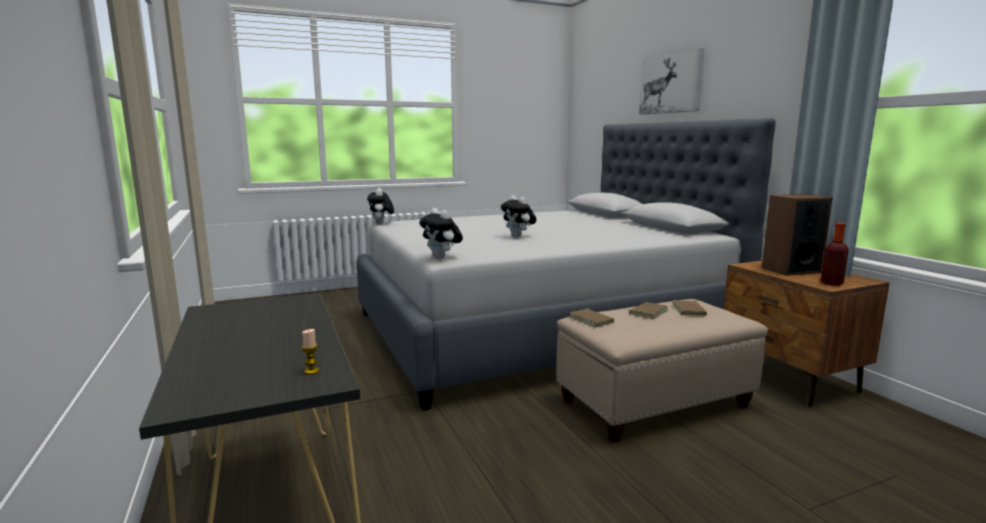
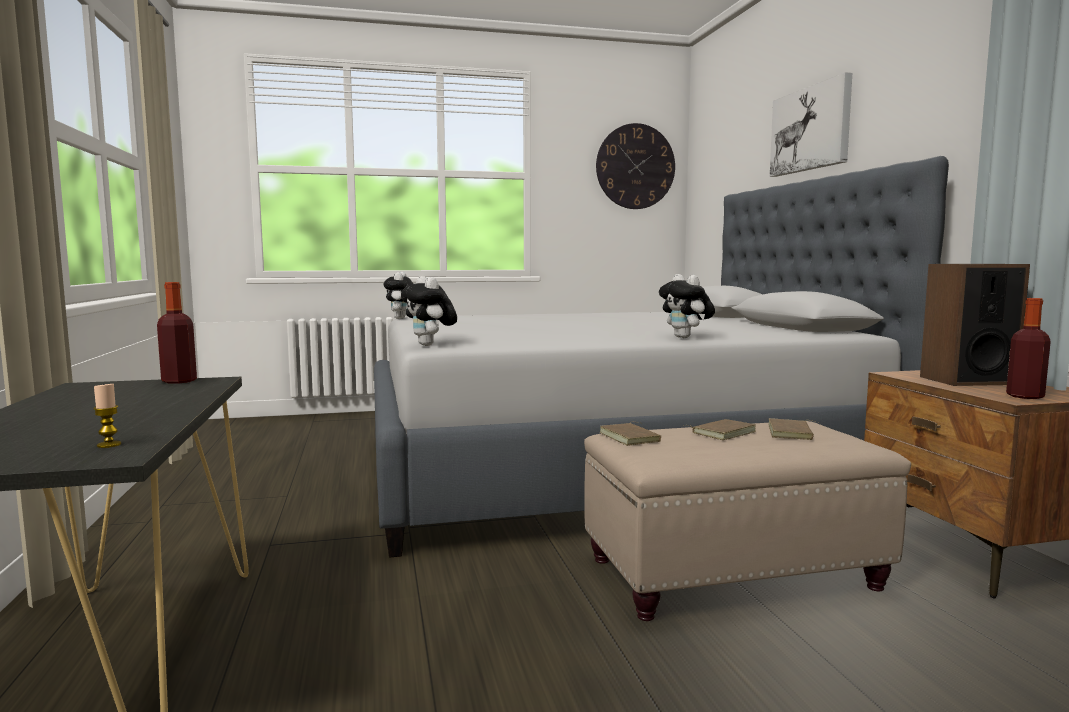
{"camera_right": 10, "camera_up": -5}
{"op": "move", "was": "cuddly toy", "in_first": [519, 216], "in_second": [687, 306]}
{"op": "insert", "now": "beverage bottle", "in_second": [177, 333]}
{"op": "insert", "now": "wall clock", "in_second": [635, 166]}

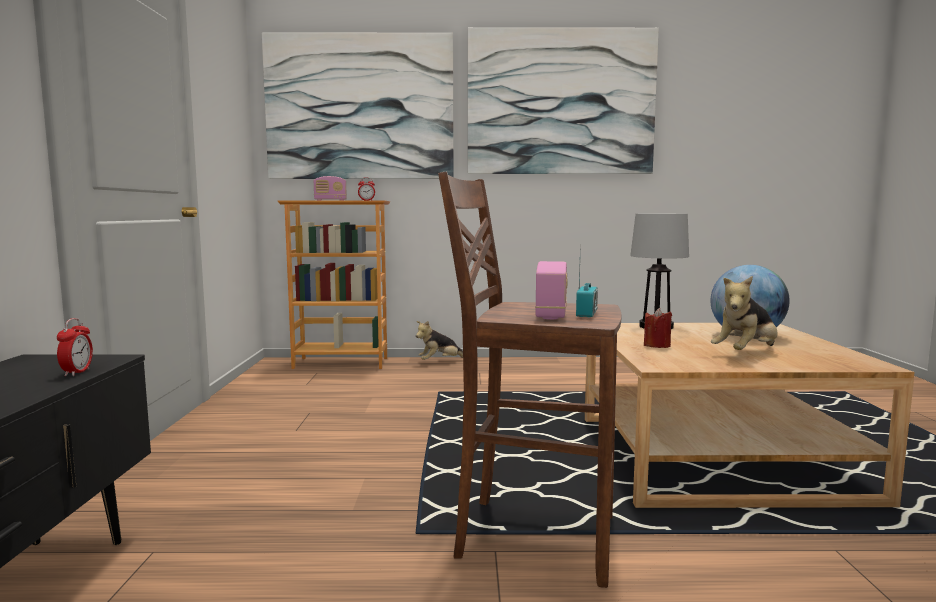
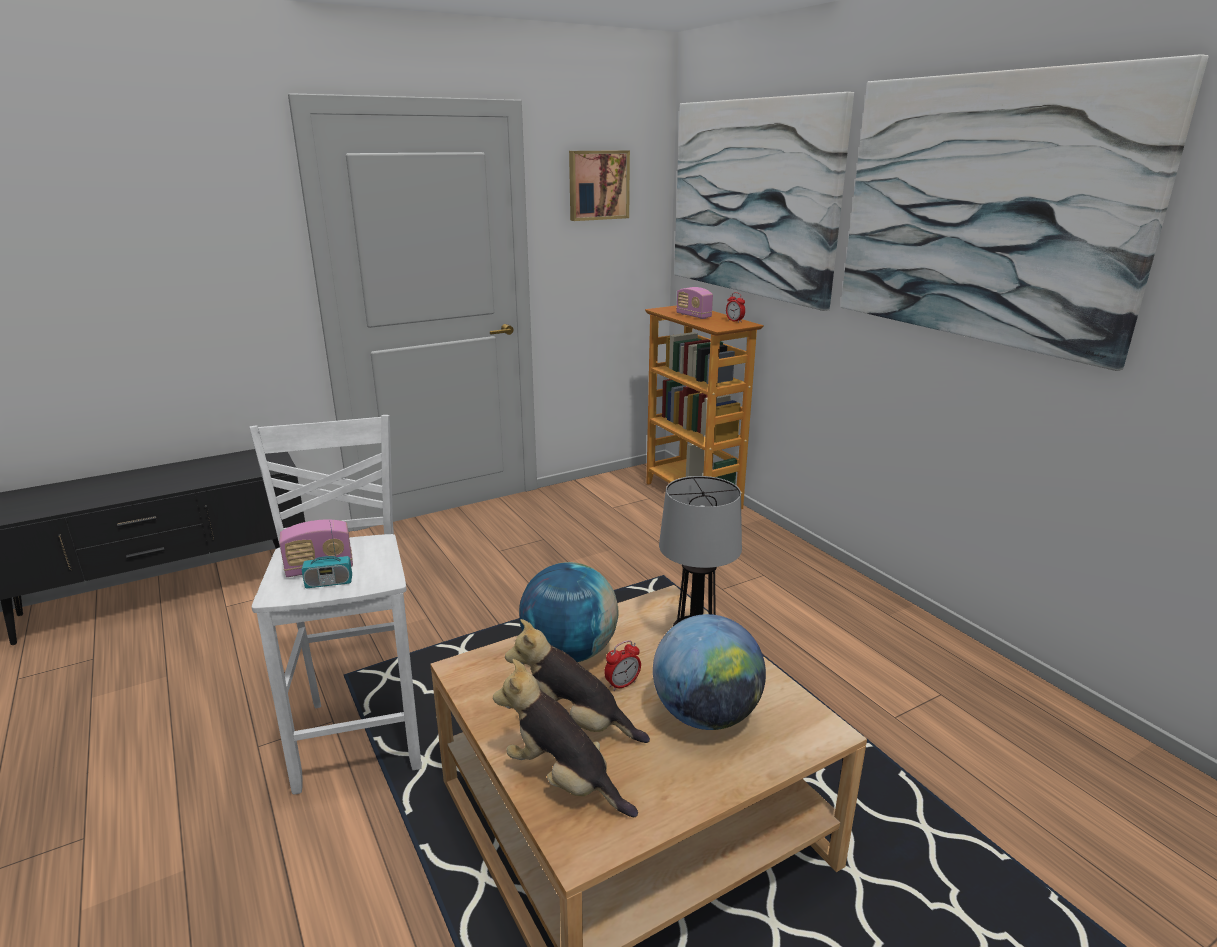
{"camera_right": 60, "camera_up": 15}
{"op": "move", "was": "bedside clock", "in_first": [75, 347], "in_second": [622, 665]}
{"op": "move", "was": "cuddly toy", "in_first": [439, 340], "in_second": [565, 738]}
{"op": "recolor", "was": "brownish sitting stool", "now": "white-coloured sitting stool", "in_first": [529, 379], "in_second": [335, 604]}
{"op": "replace", "was": "red candle", "now": "desk globe", "in_first": [658, 328], "in_second": [569, 612]}
{"op": "insert", "now": "wall picture", "in_second": [599, 185]}

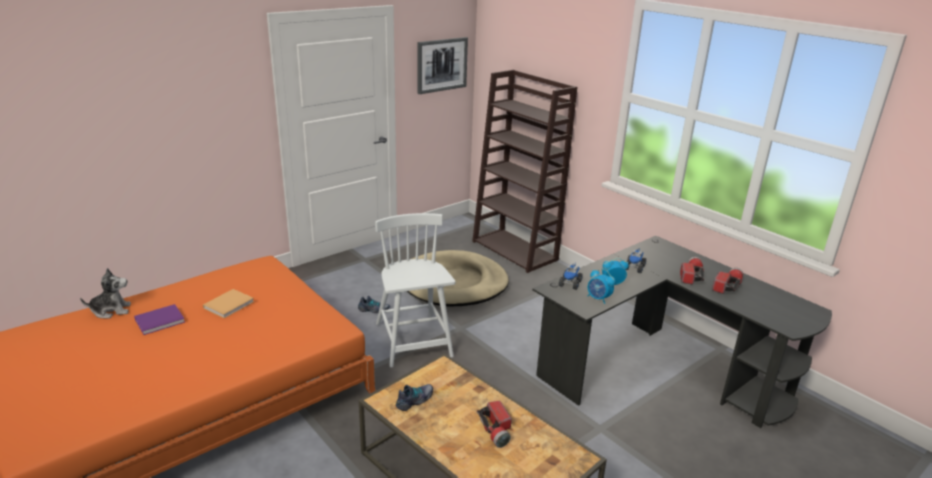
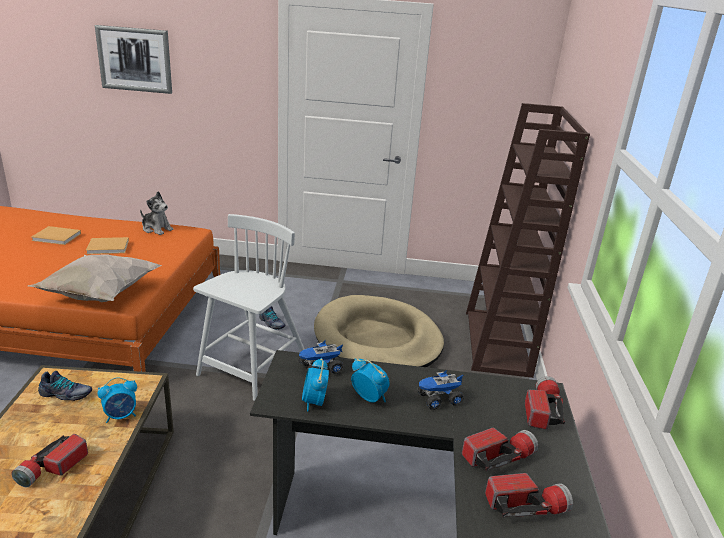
{"camera_right": 45, "camera_up": 0}
{"op": "move", "was": "cuddly toy", "in_first": [105, 293], "in_second": [156, 213]}
{"op": "recolor", "was": "purple-coloured book", "now": "sand-coloured book", "in_first": [159, 319], "in_second": [56, 235]}
{"op": "move", "was": "wall picture", "in_first": [443, 65], "in_second": [133, 59]}
{"op": "insert", "now": "white-coloured cushion", "in_second": [95, 278]}
{"op": "insert", "now": "bedside clock", "in_second": [117, 400]}
{"op": "insert", "now": "torch", "in_second": [545, 403]}

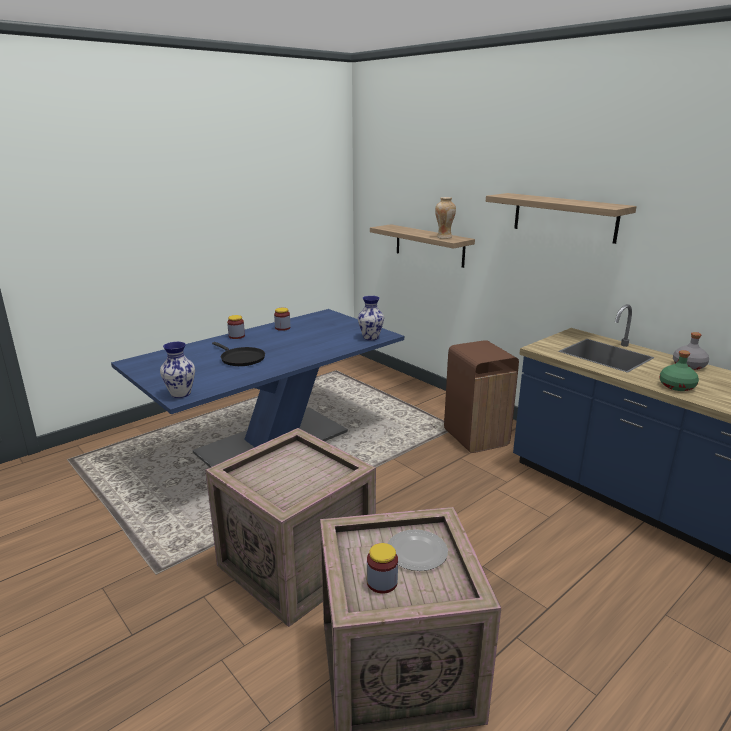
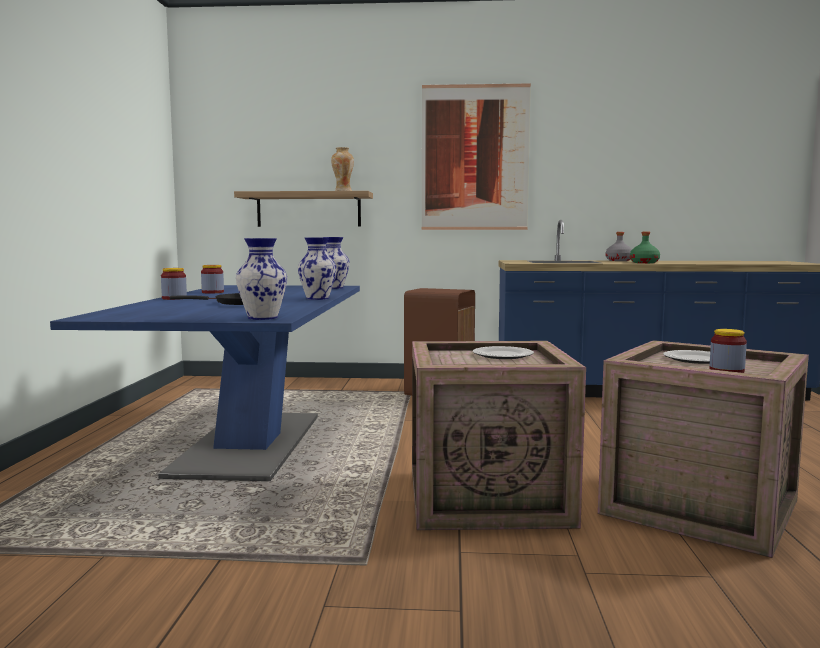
{"camera_right": -45, "camera_up": -15}
{"op": "replace", "was": "bracket shelf", "now": "wall picture", "in_first": [561, 218], "in_second": [476, 156]}
{"op": "insert", "now": "vase", "in_second": [317, 268]}
{"op": "insert", "now": "flat dish", "in_second": [503, 352]}

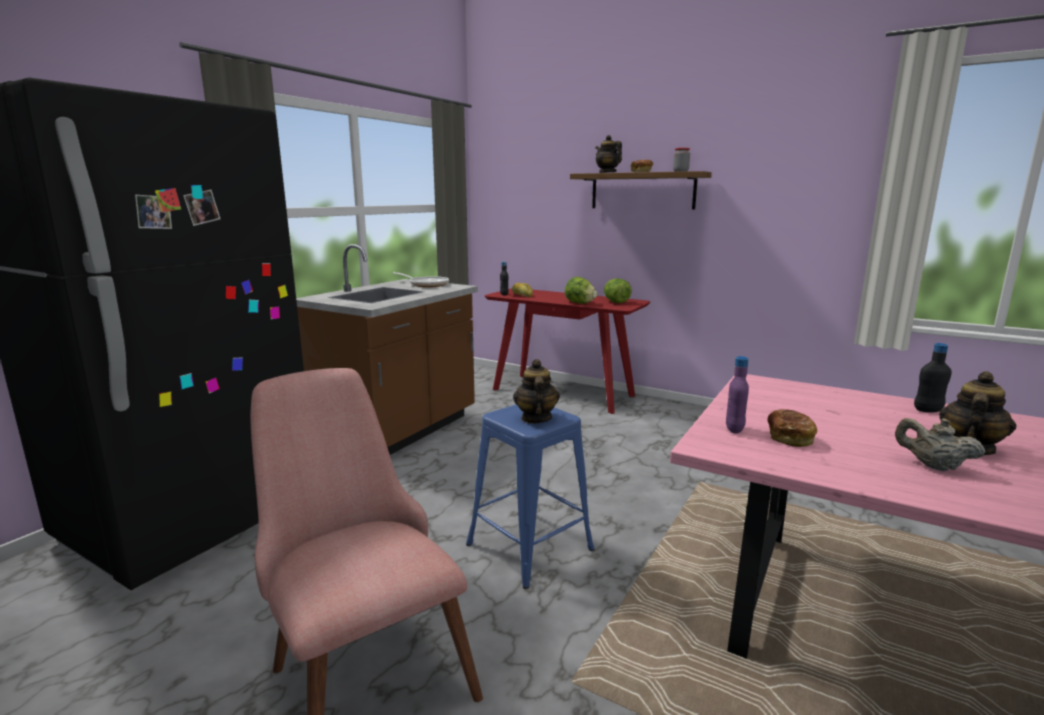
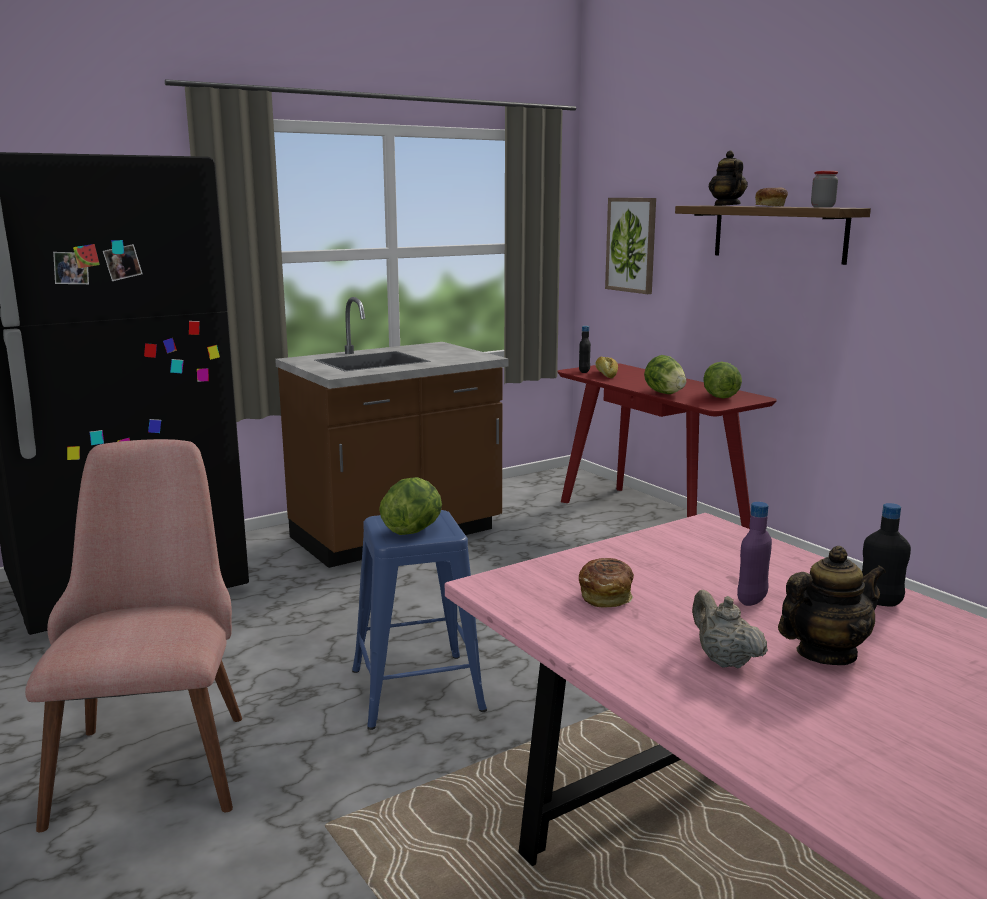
{"camera_right": 25, "camera_up": 0}
{"op": "delete", "was": "skillet", "in_first": [421, 279]}
{"op": "replace", "was": "tea pot", "now": "lettuce", "in_first": [536, 391], "in_second": [410, 506]}
{"op": "move", "was": "purple-coloured beverage bottle", "in_first": [737, 395], "in_second": [754, 554]}
{"op": "insert", "now": "wall picture", "in_second": [630, 246]}

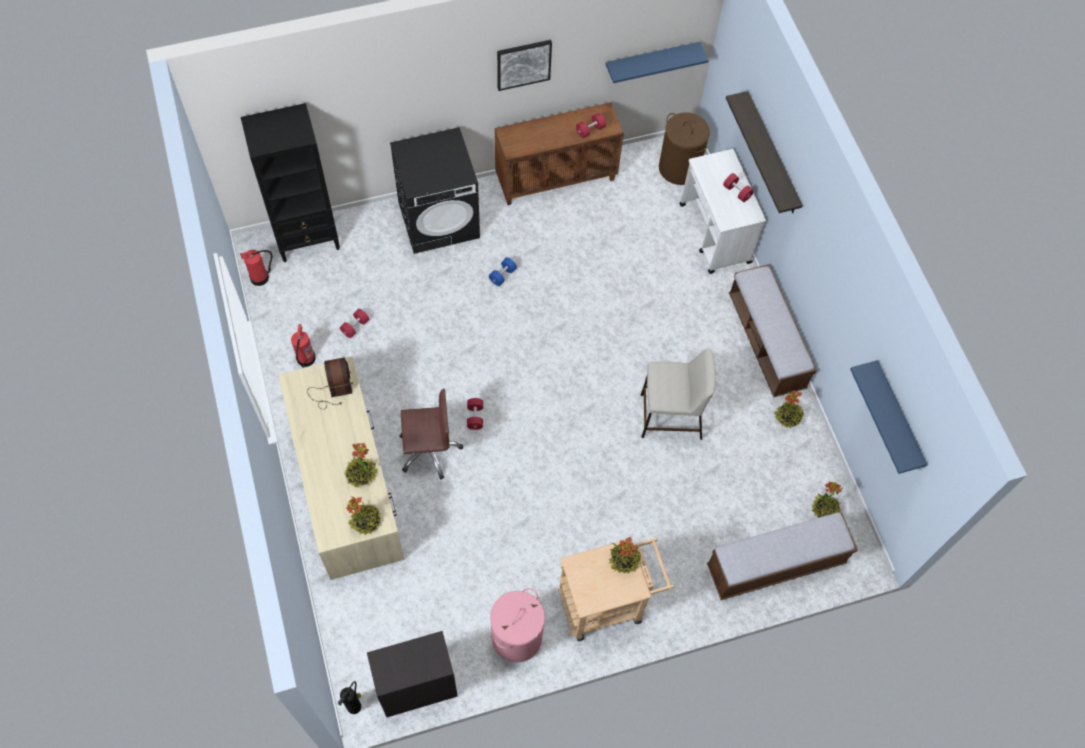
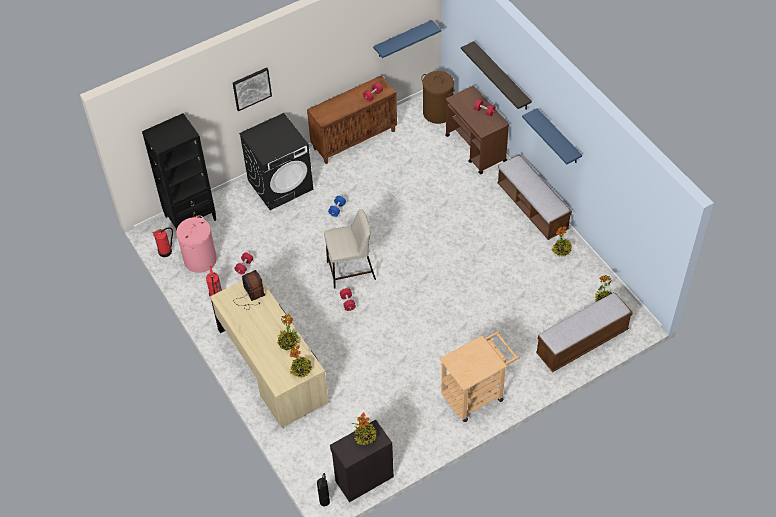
{"camera_right": -10, "camera_up": -10}
{"op": "delete", "was": "brownish computer chair", "in_first": [431, 434]}
{"op": "move", "was": "pink-coloured washing basket", "in_first": [517, 625], "in_second": [196, 244]}
{"op": "move", "was": "wall picture", "in_first": [524, 65], "in_second": [252, 89]}
{"op": "move", "was": "plant in a pot", "in_first": [624, 555], "in_second": [364, 429]}
{"op": "move", "was": "sand-coloured sitting stool", "in_first": [678, 394], "in_second": [350, 248]}
{"op": "recolor", "was": "white-coloured cart", "now": "brownish cart", "in_first": [722, 211], "in_second": [477, 130]}
{"op": "move", "was": "blue bracket shelf", "in_first": [889, 417], "in_second": [552, 136]}

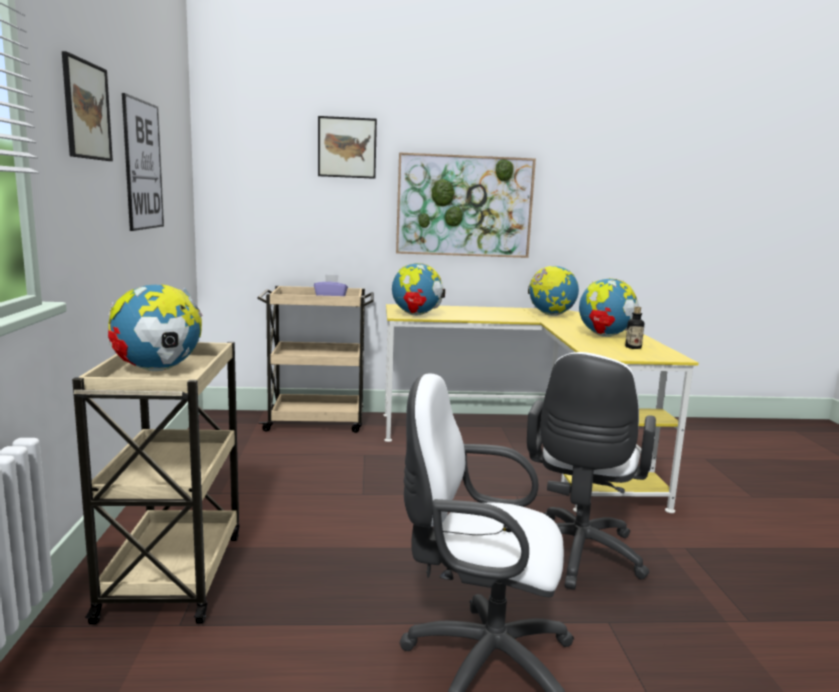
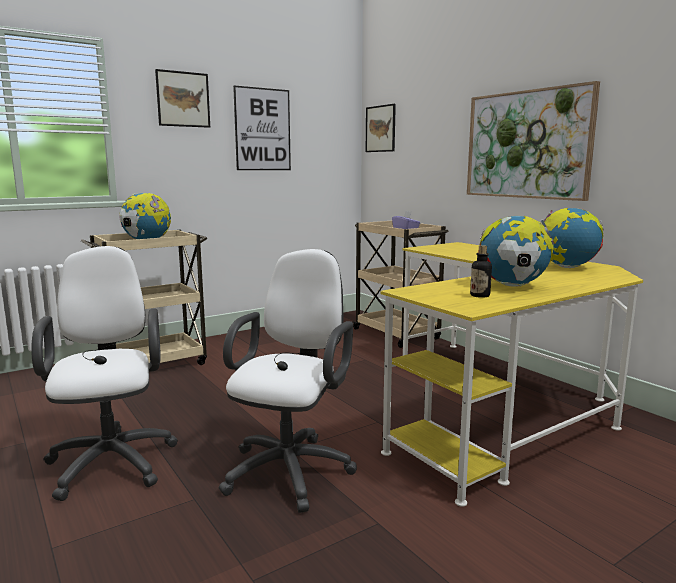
{"camera_right": 60, "camera_up": 0}
{"op": "move", "was": "wall picture", "in_first": [347, 147], "in_second": [381, 128]}
{"op": "delete", "was": "desk globe", "in_first": [418, 289]}
{"op": "rotate", "was": "white-coloured computer chair", "in_first": [591, 471], "in_second": [288, 381], "clockwise": 120}

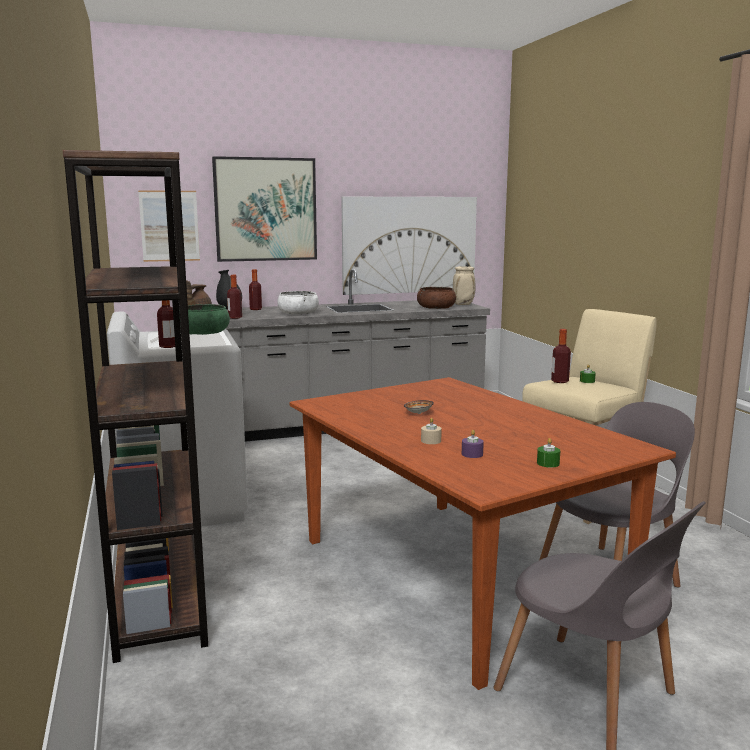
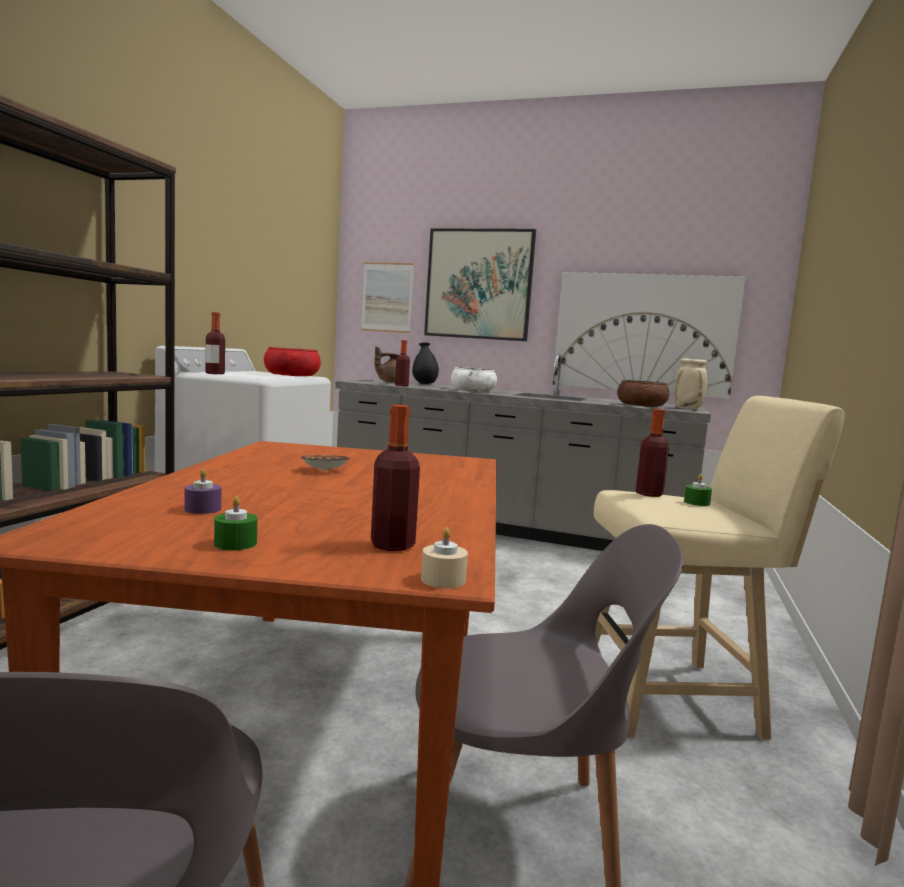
{"camera_right": 35, "camera_up": -5}
{"op": "recolor", "was": "green deep dish", "now": "red deep dish", "in_first": [204, 319], "in_second": [292, 361]}
{"op": "move", "was": "beverage bottle", "in_first": [255, 289], "in_second": [395, 477]}
{"op": "move", "was": "sand-coloured candle", "in_first": [431, 431], "in_second": [444, 558]}

